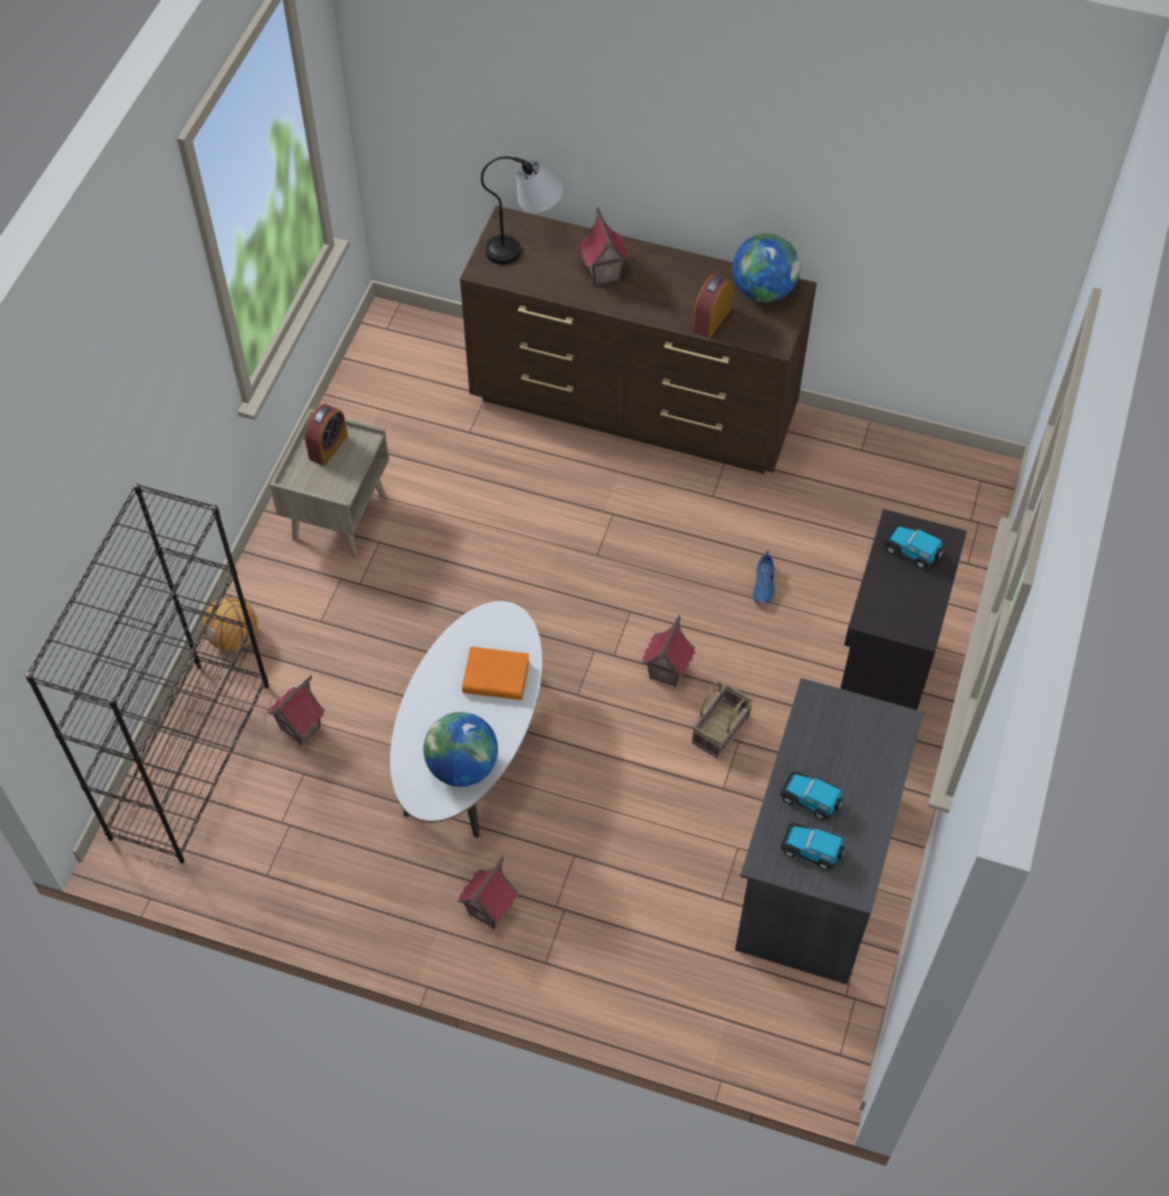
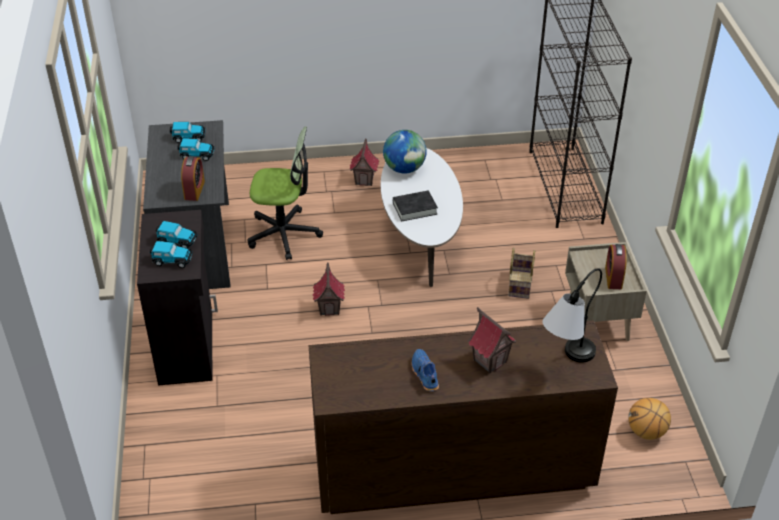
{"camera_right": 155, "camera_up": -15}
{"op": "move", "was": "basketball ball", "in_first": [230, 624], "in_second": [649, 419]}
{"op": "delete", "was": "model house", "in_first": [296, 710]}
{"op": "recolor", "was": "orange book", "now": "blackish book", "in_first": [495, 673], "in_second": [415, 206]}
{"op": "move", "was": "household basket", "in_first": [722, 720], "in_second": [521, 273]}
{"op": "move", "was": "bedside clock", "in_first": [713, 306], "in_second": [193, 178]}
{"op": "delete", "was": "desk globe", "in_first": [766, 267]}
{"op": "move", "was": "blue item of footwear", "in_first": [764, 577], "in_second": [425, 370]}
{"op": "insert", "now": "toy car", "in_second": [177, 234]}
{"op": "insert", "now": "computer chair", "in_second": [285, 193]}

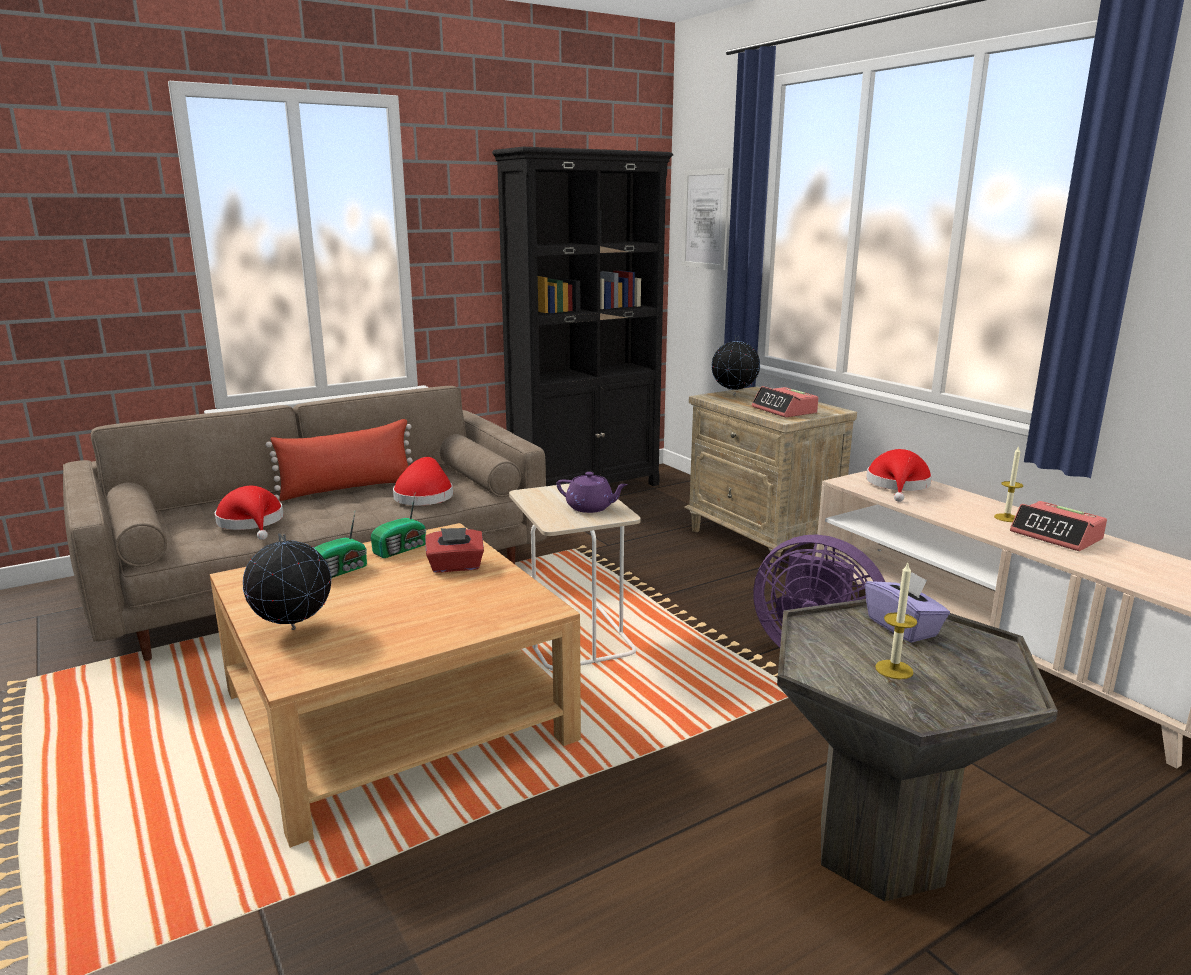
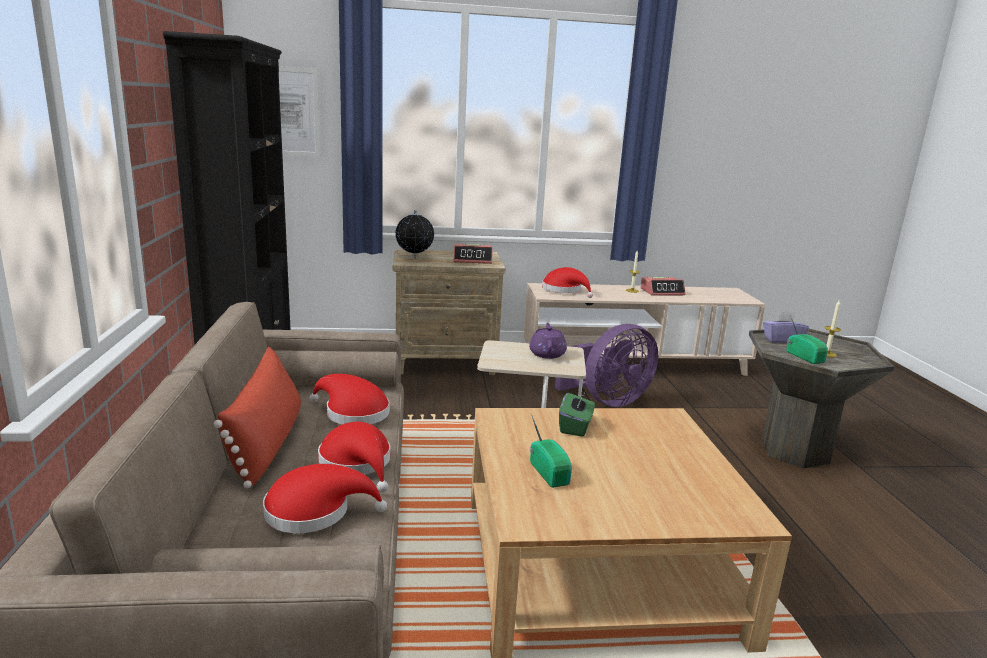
{"camera_right": -65, "camera_up": 0}
{"op": "delete", "was": "desk globe", "in_first": [287, 581]}
{"op": "move", "was": "radio", "in_first": [398, 524], "in_second": [807, 339]}
{"op": "recolor", "was": "red tissue box", "now": "green tissue box", "in_first": [454, 550], "in_second": [577, 414]}
{"op": "rotate", "was": "purple-coloured tea pot", "in_first": [592, 492], "in_second": [548, 341], "clockwise": -45}
{"op": "insert", "now": "red hat", "in_second": [354, 457]}

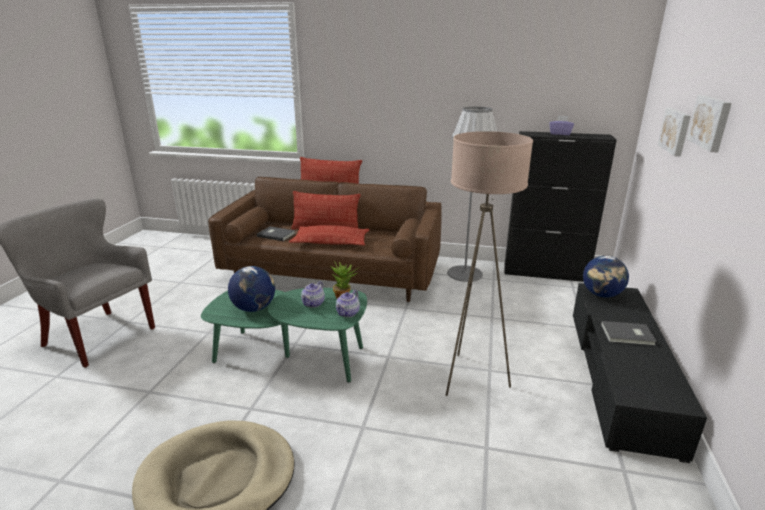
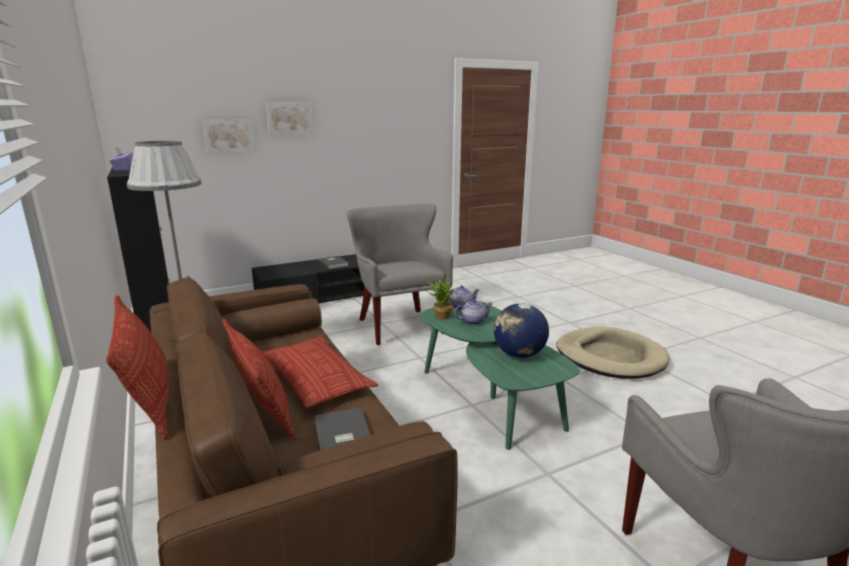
{"camera_right": -130, "camera_up": -5}
{"op": "replace", "was": "sand-coloured standard lamp", "now": "greyish easy chair", "in_first": [489, 263], "in_second": [400, 274]}
{"op": "delete", "was": "desk globe", "in_first": [606, 277]}

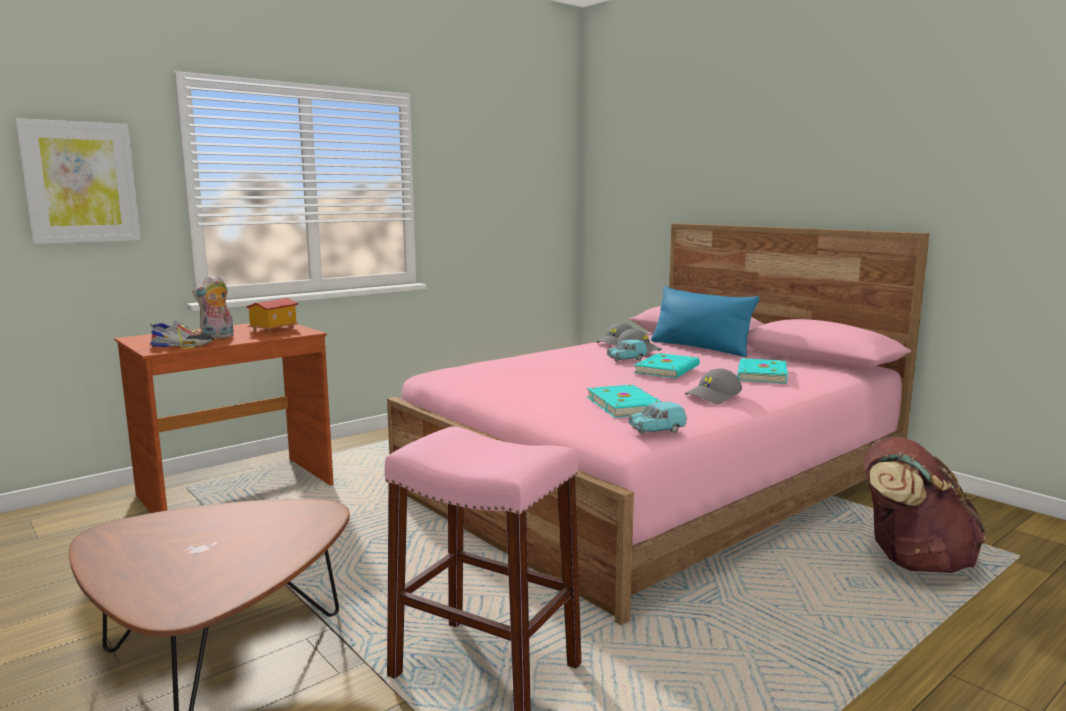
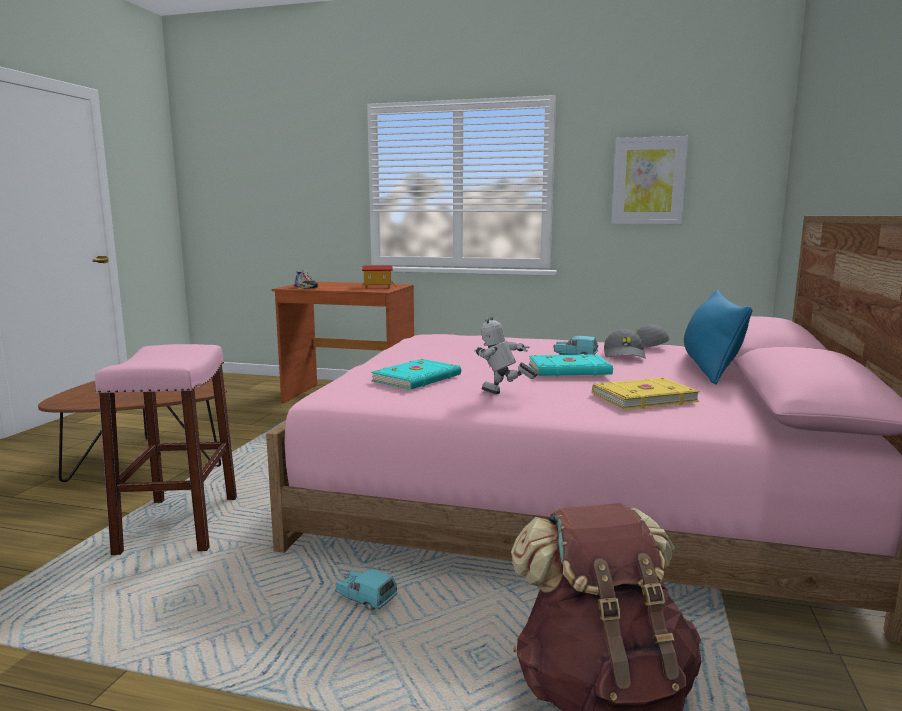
{"camera_right": 55, "camera_up": 0}
{"op": "move", "was": "wall picture", "in_first": [78, 181], "in_second": [650, 180]}
{"op": "delete", "was": "cuddly toy", "in_first": [213, 307]}
{"op": "move", "was": "turquoise toy car", "in_first": [657, 418], "in_second": [366, 589]}
{"op": "replace", "was": "greyish peaked cap", "now": "toy robot", "in_first": [713, 386], "in_second": [506, 355]}
{"op": "recolor", "was": "turquoise book", "now": "yellow book", "in_first": [762, 371], "in_second": [646, 394]}

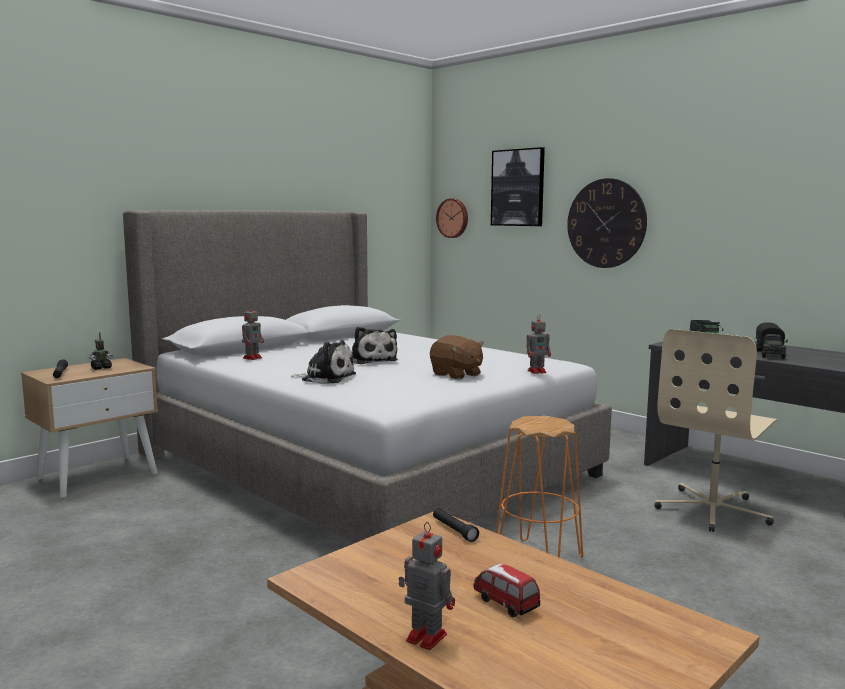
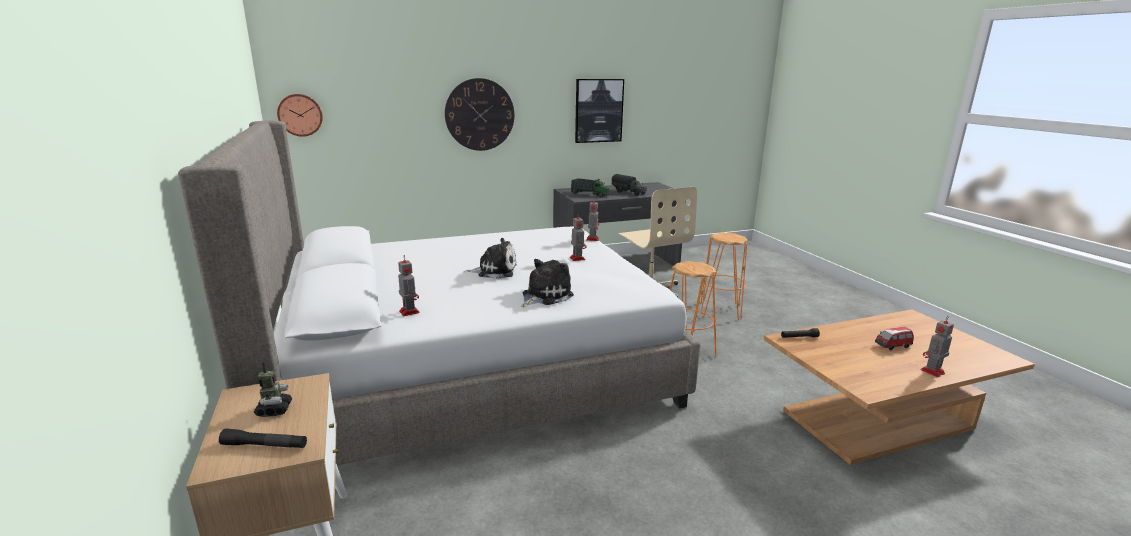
{"camera_right": -65, "camera_up": 10}
{"op": "replace", "was": "brownish cuddly toy", "now": "toy robot", "in_first": [457, 357], "in_second": [578, 237]}
{"op": "move", "was": "wall picture", "in_first": [518, 186], "in_second": [599, 111]}
{"op": "insert", "now": "orange sitting stool", "in_second": [724, 276]}

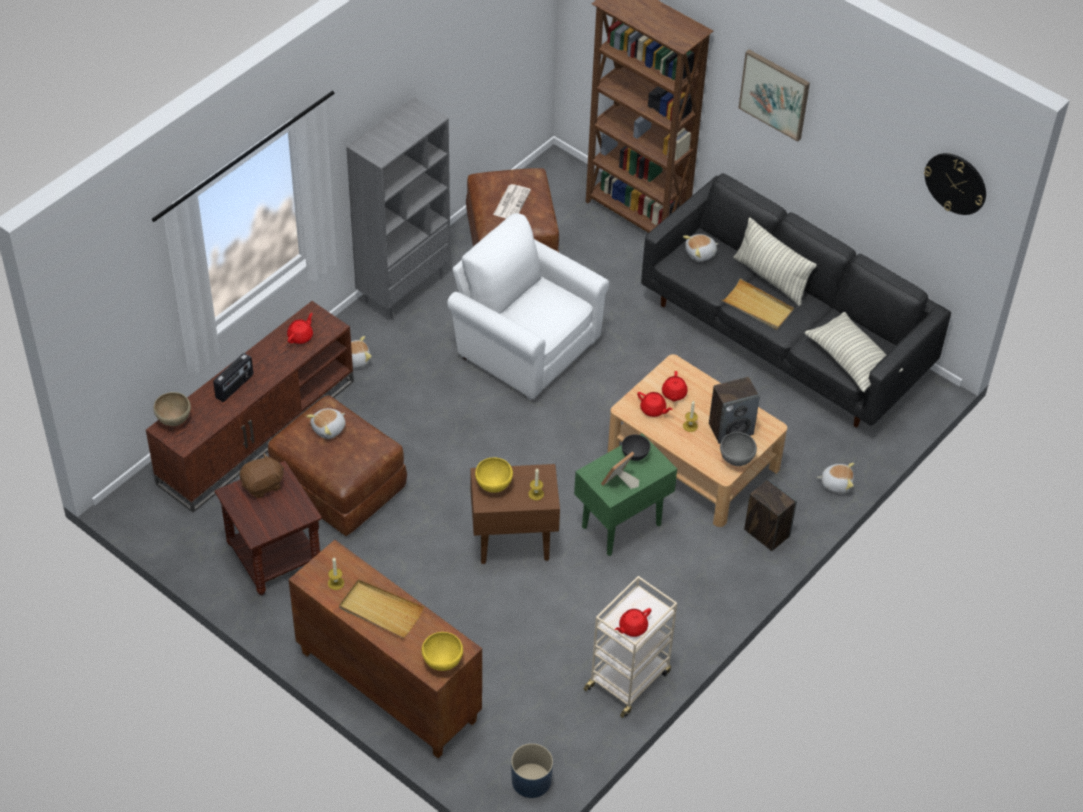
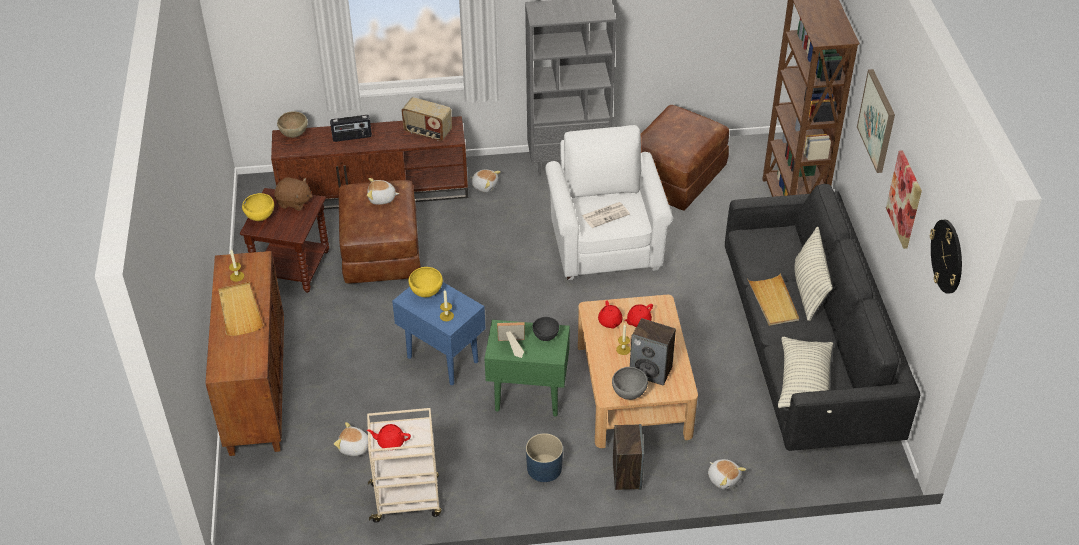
{"camera_right": 45, "camera_up": -5}
{"op": "replace", "was": "red tea pot", "now": "radio", "in_first": [300, 328], "in_second": [426, 119]}
{"op": "move", "was": "yellow deep dish", "in_first": [442, 651], "in_second": [258, 207]}
{"op": "recolor", "was": "brownish end table", "now": "blue end table", "in_first": [515, 514], "in_second": [439, 333]}
{"op": "move", "was": "daily paper", "in_first": [512, 201], "in_second": [605, 215]}
{"op": "move", "was": "blue planter", "in_first": [532, 770], "in_second": [544, 457]}
{"op": "move", "was": "cuddly toy", "in_first": [701, 248], "in_second": [351, 439]}
{"op": "insert", "now": "wall picture", "in_second": [904, 199]}

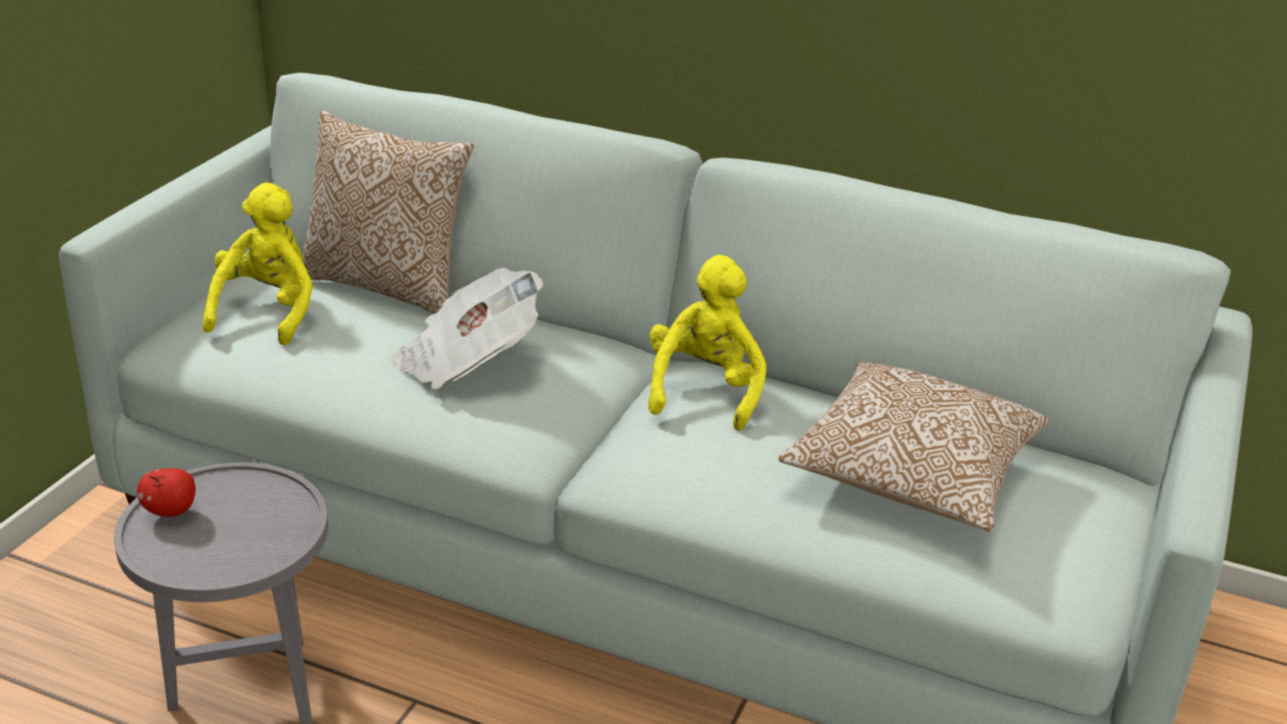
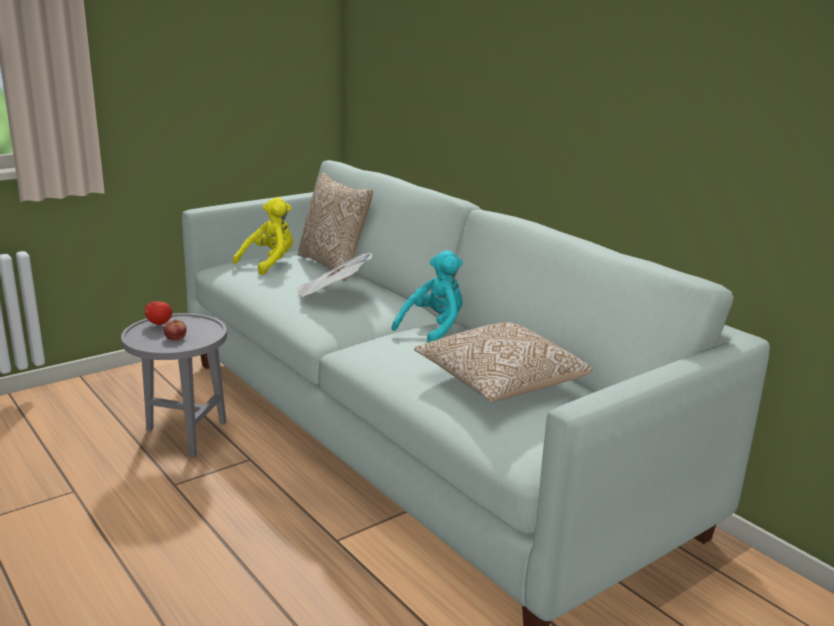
{"camera_right": 30, "camera_up": -10}
{"op": "recolor", "was": "yellow cuddly toy", "now": "turquoise cuddly toy", "in_first": [707, 343], "in_second": [427, 296]}
{"op": "insert", "now": "whole apple", "in_second": [175, 329]}

